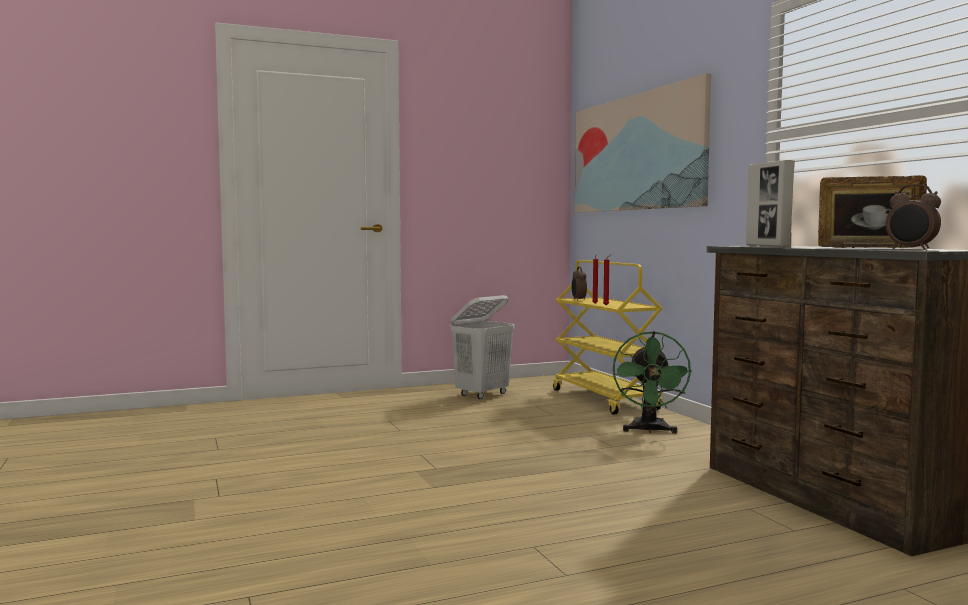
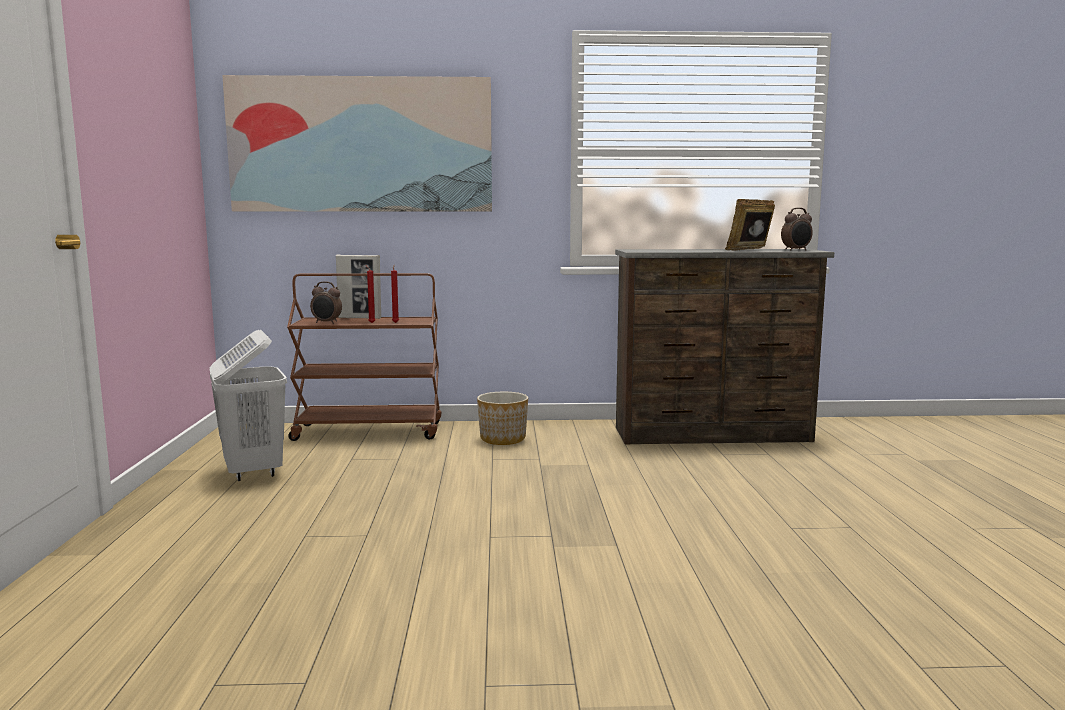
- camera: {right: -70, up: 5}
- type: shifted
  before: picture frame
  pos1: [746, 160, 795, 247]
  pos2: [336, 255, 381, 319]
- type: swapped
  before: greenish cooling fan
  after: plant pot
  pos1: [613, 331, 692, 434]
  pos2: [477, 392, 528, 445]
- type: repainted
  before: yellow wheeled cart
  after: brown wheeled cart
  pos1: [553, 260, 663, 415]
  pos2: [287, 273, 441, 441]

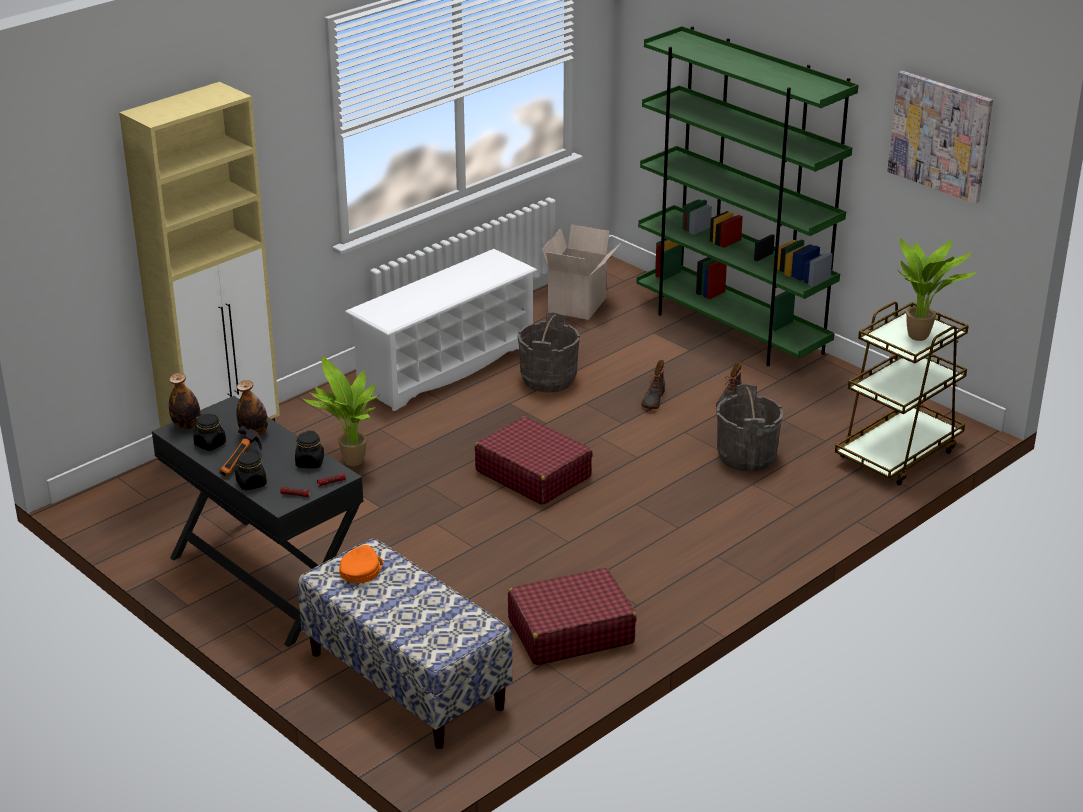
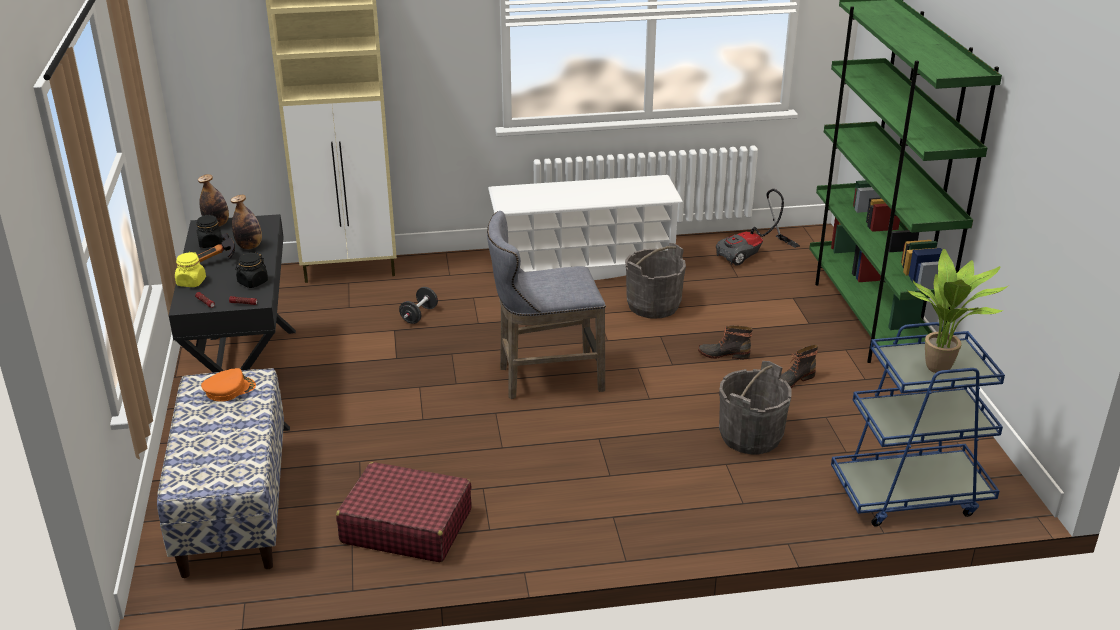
- camera: {right: 35, up: 0}
- type: gone
  before: picture
  pos1: [887, 71, 993, 204]
- type: swapped
  before: houseplant
  after: blackish free weight
  pos1: [303, 357, 380, 466]
  pos2: [399, 287, 438, 324]
- type: swapped
  before: reddish suitcase
  after: greyish sitting stool
  pos1: [475, 416, 593, 505]
  pos2: [487, 211, 606, 399]
- type: swapped
  before: cardboard box
  after: vacuum
  pos1: [542, 224, 621, 320]
  pos2: [716, 188, 800, 266]
- type: repainted
  before: blackish preserve jar
  after: yellow preserve jar
  pos1: [235, 451, 267, 491]
  pos2: [175, 252, 206, 287]
- type: repainted
  before: brown wheeled cart
  after: blue wheeled cart
  pos1: [835, 301, 969, 486]
  pos2: [831, 322, 1005, 526]
- type: rotated
  before: tall boot
  pos1: [641, 360, 665, 409]
  pos2: [698, 326, 753, 359]
  turn: 45

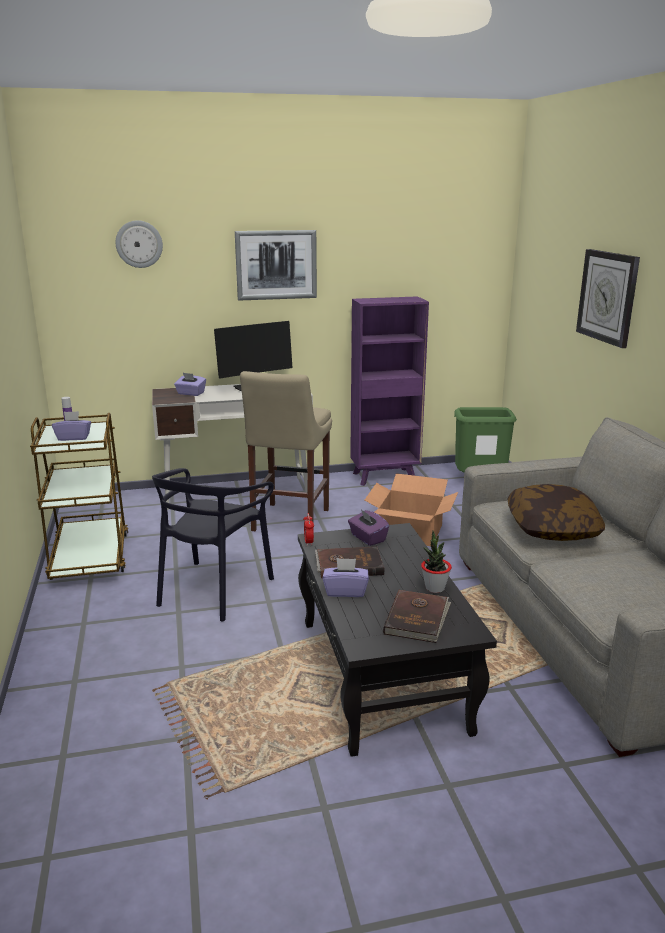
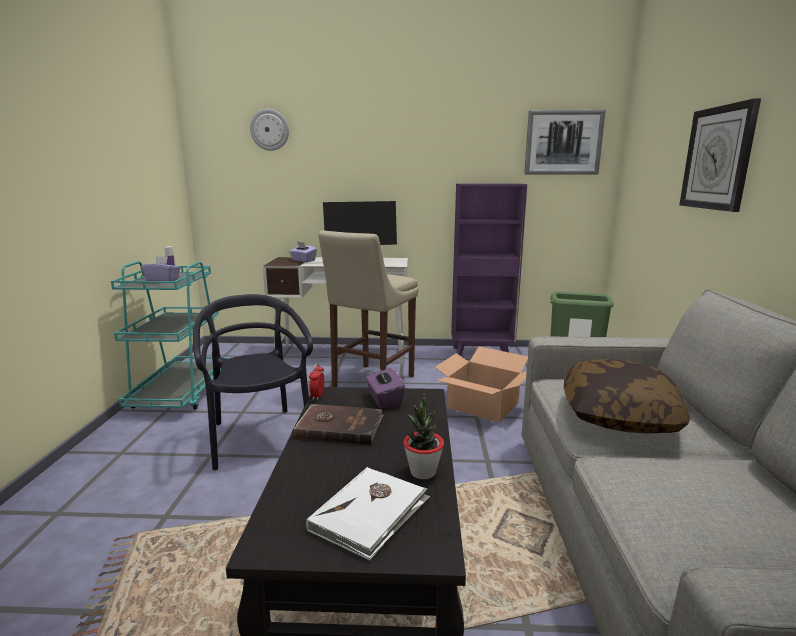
- camera: {right: 15, up: -5}
- type: gone
  before: purple-coloured box of tissues
  pos1: [323, 558, 369, 597]
- type: shifted
  before: picture
  pos1: [235, 230, 317, 301]
  pos2: [524, 110, 606, 175]
- type: repainted
  before: brown wheeled cart
  after: turquoise-coloured wheeled cart
  pos1: [30, 413, 128, 580]
  pos2: [111, 261, 227, 410]
- type: repainted
  before: brown volume
  after: whitish volume
  pos1: [383, 590, 451, 643]
  pos2: [306, 467, 430, 560]
- type: rotated
  before: blackish chair
  pos1: [152, 468, 274, 622]
  pos2: [193, 294, 313, 470]
  turn: 120

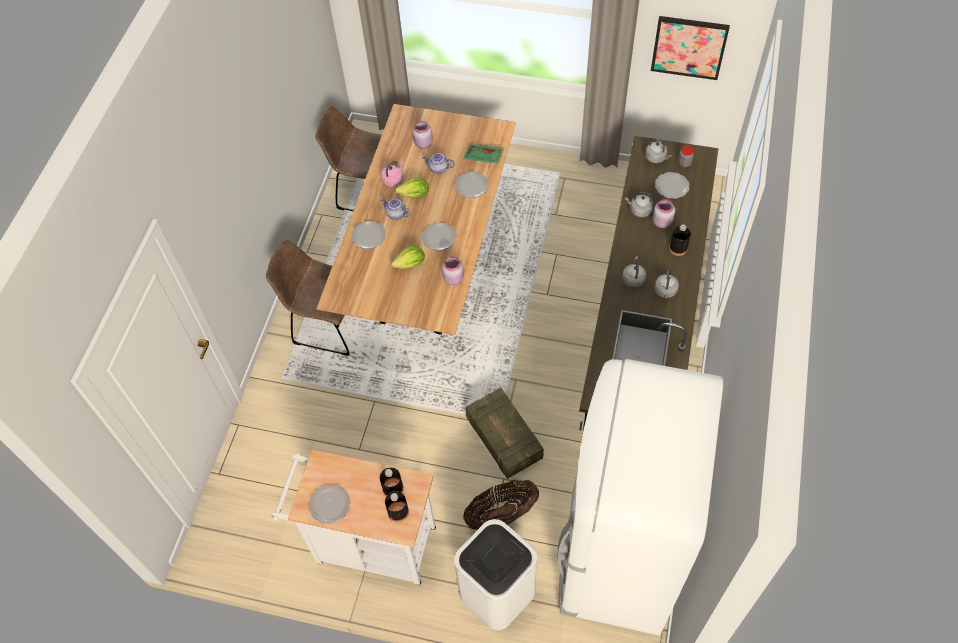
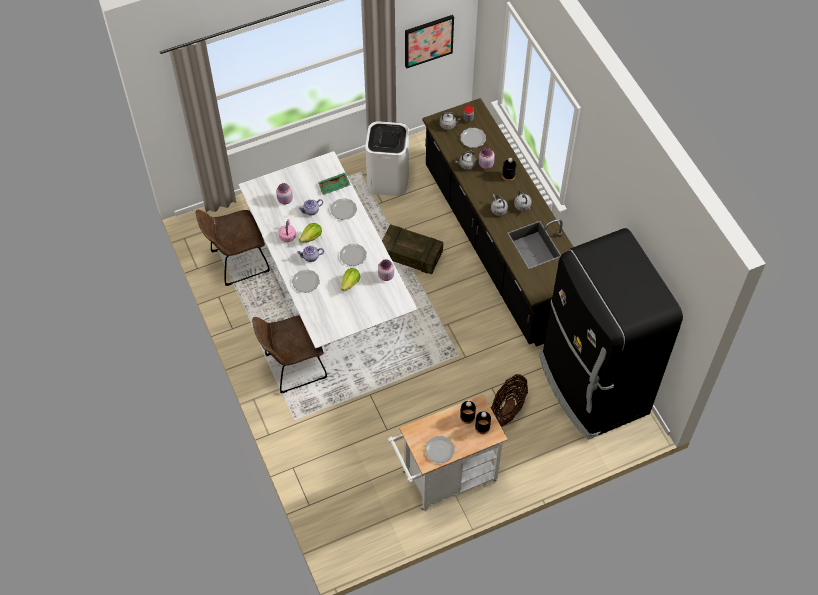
- camera: {right: -40, up: 0}
- type: shifted
  before: whitish waste bin
  pos1: [454, 519, 537, 630]
  pos2: [365, 121, 409, 196]
- type: shifted
  before: crate
  pos1: [465, 388, 544, 479]
  pos2: [382, 224, 443, 274]
- type: repainted
  before: brown dinner table
  after: whitish dinner table
  pos1: [316, 104, 516, 335]
  pos2: [238, 151, 418, 349]
- type: repainted
  before: whitish kitchen fridge
  after: blackish kitchen fridge
  pos1: [557, 359, 723, 635]
  pos2: [539, 228, 683, 440]

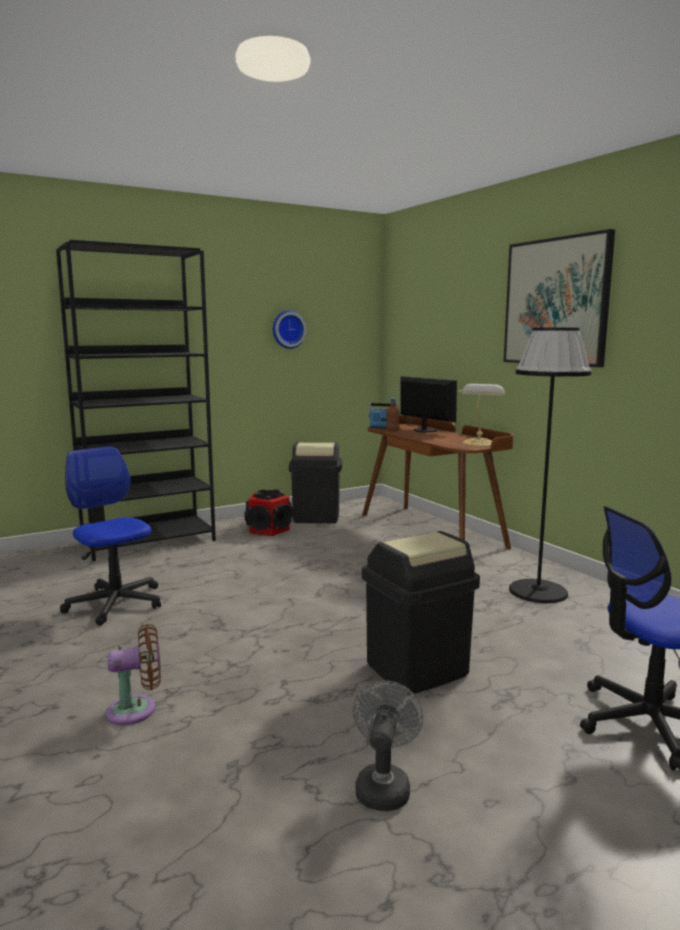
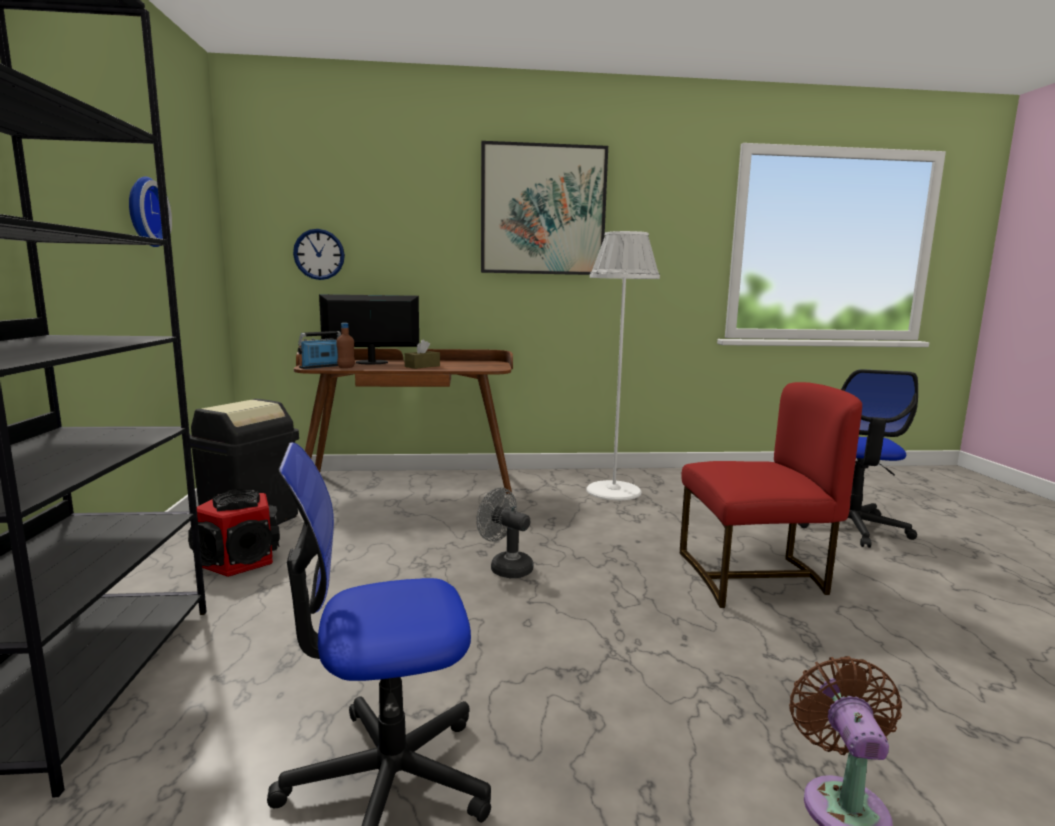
- camera: {right: -65, up: 0}
- type: gone
  before: lamp for a table
  pos1: [458, 384, 506, 446]
- type: new
  after: hanging clock
  pos2: [293, 229, 345, 280]
- type: new
  after: brown box of tissues
  pos2: [404, 340, 440, 369]
- type: shifted
  before: greyish cooling fan
  pos1: [353, 680, 423, 811]
  pos2: [476, 488, 533, 578]
- type: swapped
  before: blackish waste bin
  after: reddish chair
  pos1: [362, 531, 480, 695]
  pos2: [680, 382, 862, 608]
- type: repainted
  before: blackish standard lamp
  after: whitish standard lamp
  pos1: [509, 328, 592, 603]
  pos2: [586, 231, 660, 500]

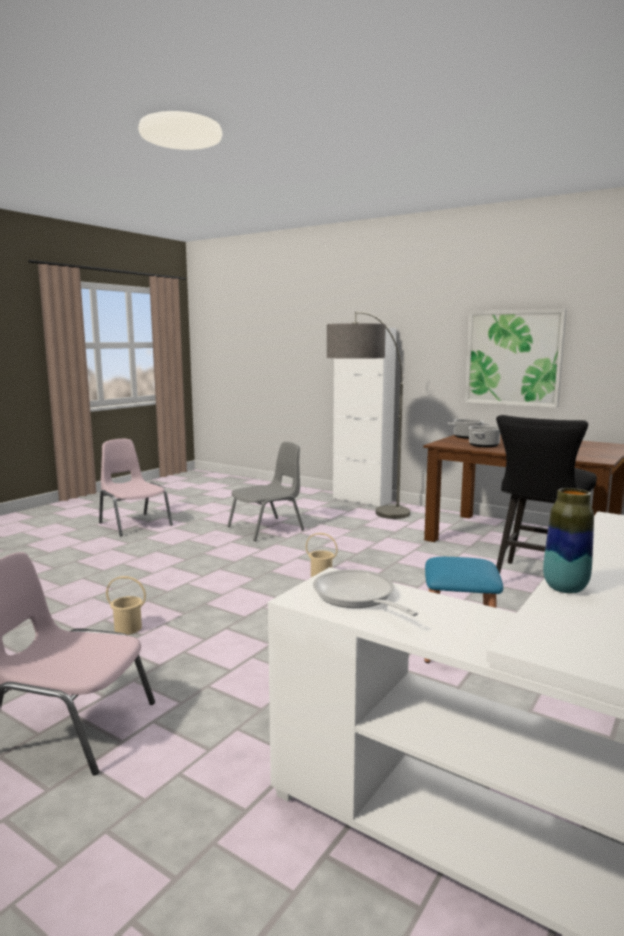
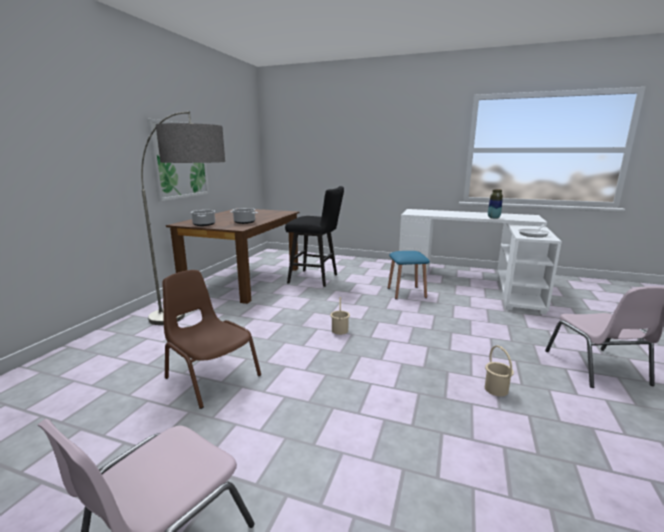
- camera: {right: -105, up: 5}
- type: gone
  before: whitish storage cabinet
  pos1: [333, 328, 397, 507]
- type: repainted
  before: greyish chair
  after: brown chair
  pos1: [227, 442, 304, 541]
  pos2: [162, 270, 261, 409]

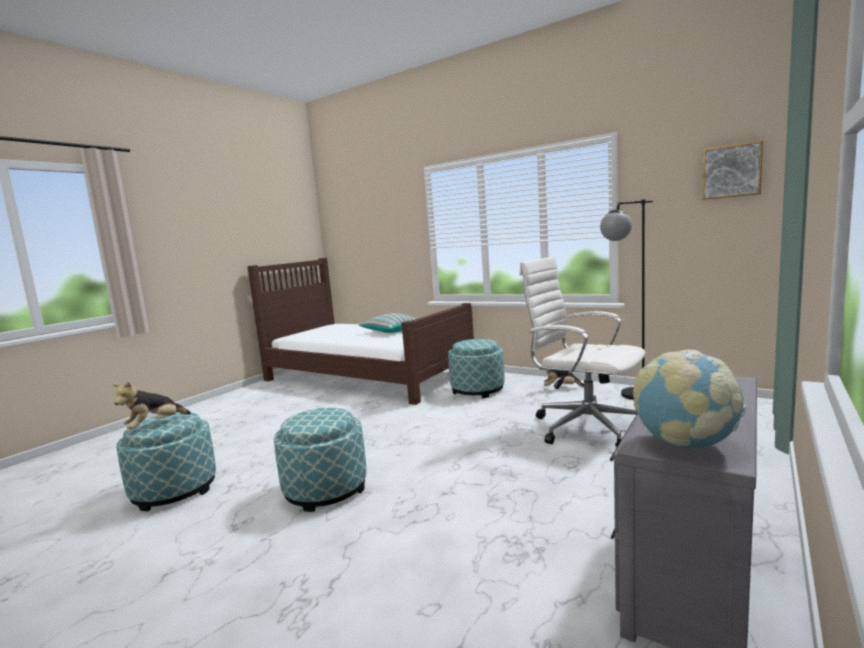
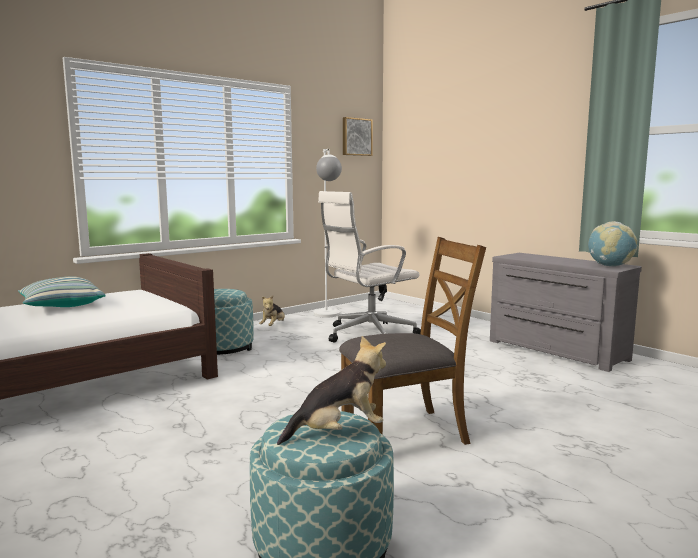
- camera: {right: -75, up: 0}
- type: swapped
  before: ottoman
  after: brown chair
  pos1: [274, 408, 367, 512]
  pos2: [339, 237, 486, 445]
- type: repainted
  before: blackish standard lamp
  after: whitish standard lamp
  pos1: [600, 199, 653, 400]
  pos2: [314, 148, 342, 318]
- type: rotated
  before: soft toy
  pos1: [112, 382, 191, 429]
  pos2: [277, 336, 386, 445]
  turn: -75

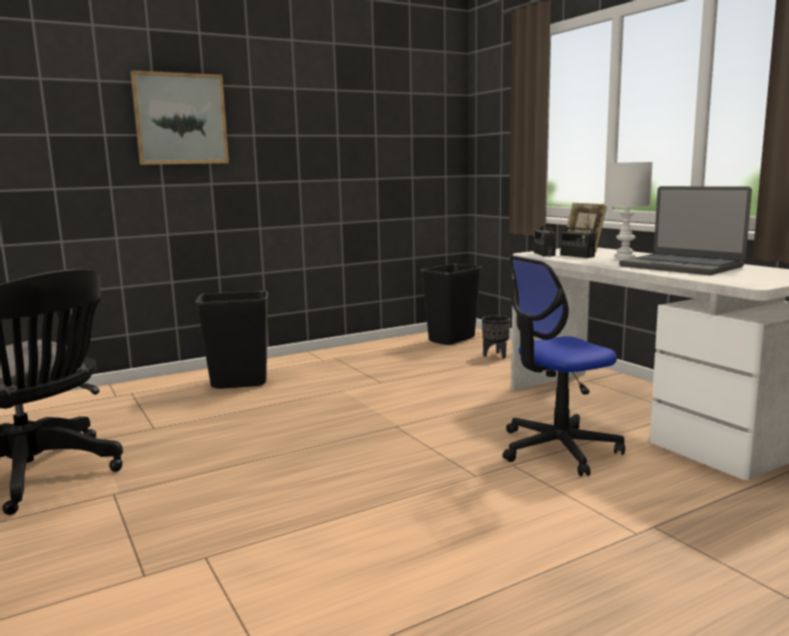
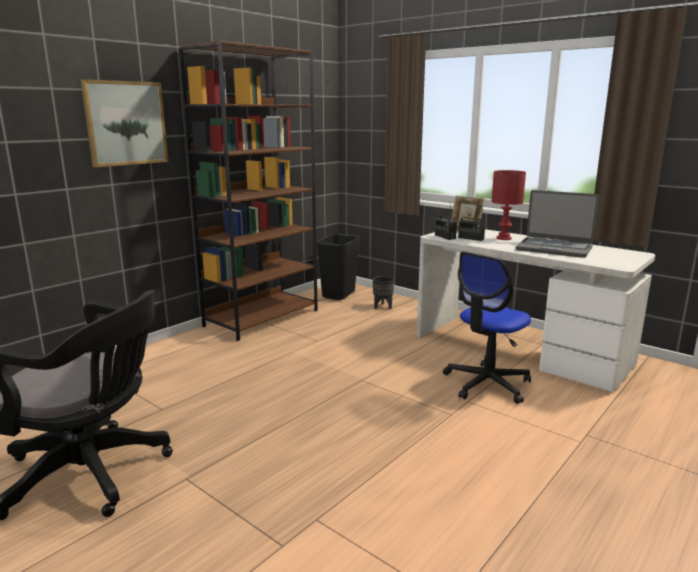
- camera: {right: -20, up: 5}
- type: gone
  before: blackish waste bin
  pos1: [196, 291, 268, 389]
- type: new
  after: brown bookcase
  pos2: [179, 41, 318, 341]
- type: repainted
  before: whitish lamp for a table
  after: reddish lamp for a table
  pos1: [605, 162, 653, 258]
  pos2: [491, 170, 526, 240]

